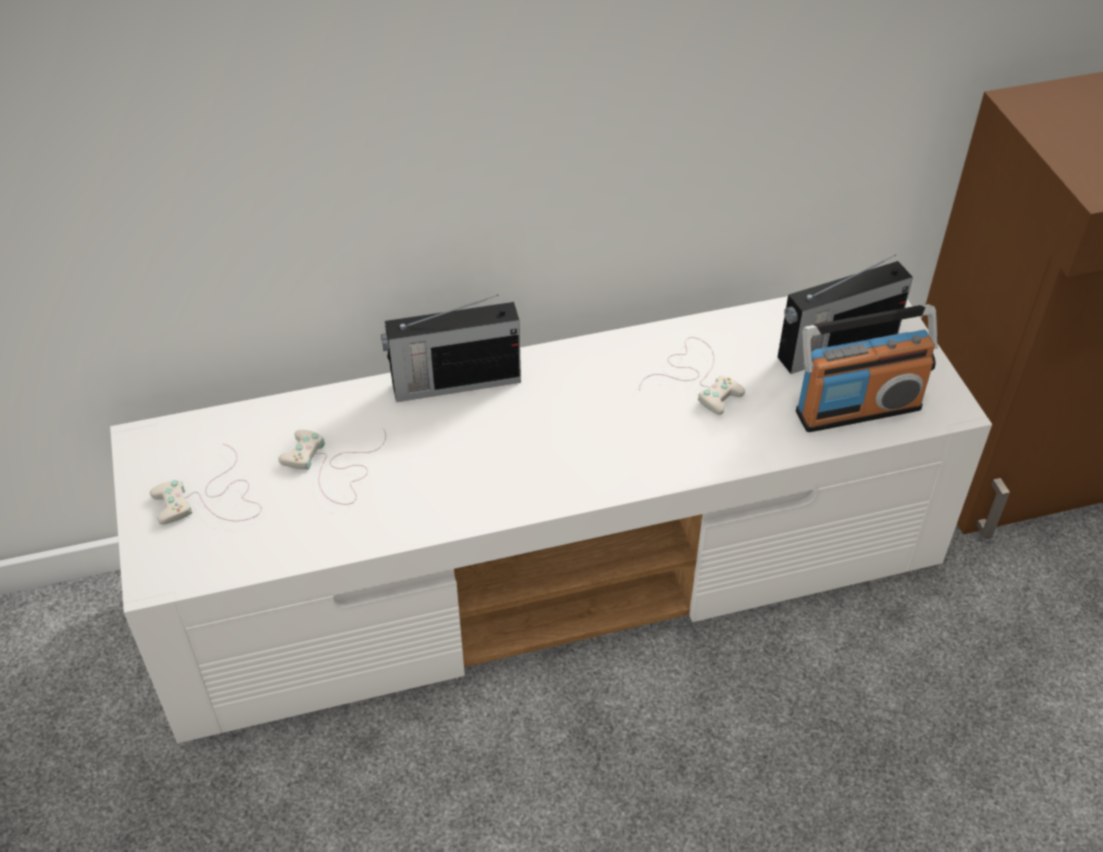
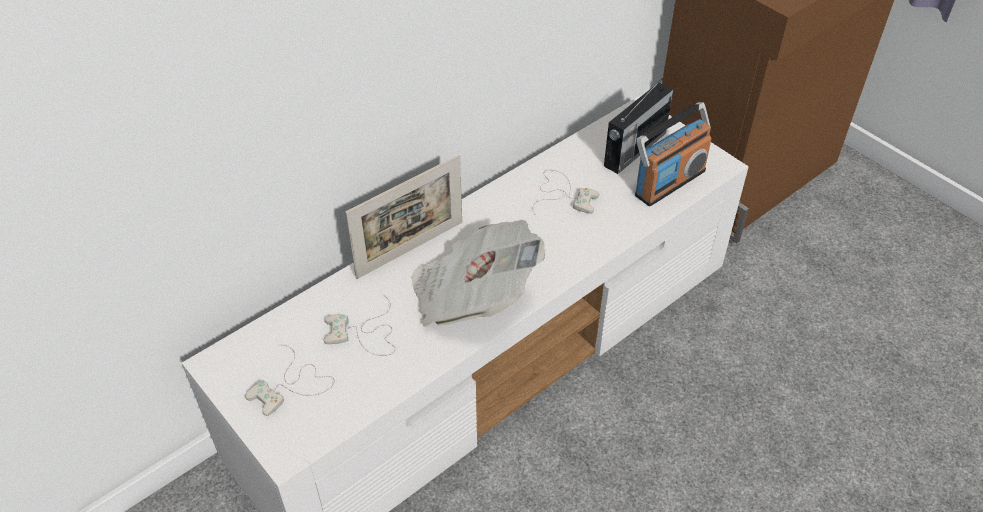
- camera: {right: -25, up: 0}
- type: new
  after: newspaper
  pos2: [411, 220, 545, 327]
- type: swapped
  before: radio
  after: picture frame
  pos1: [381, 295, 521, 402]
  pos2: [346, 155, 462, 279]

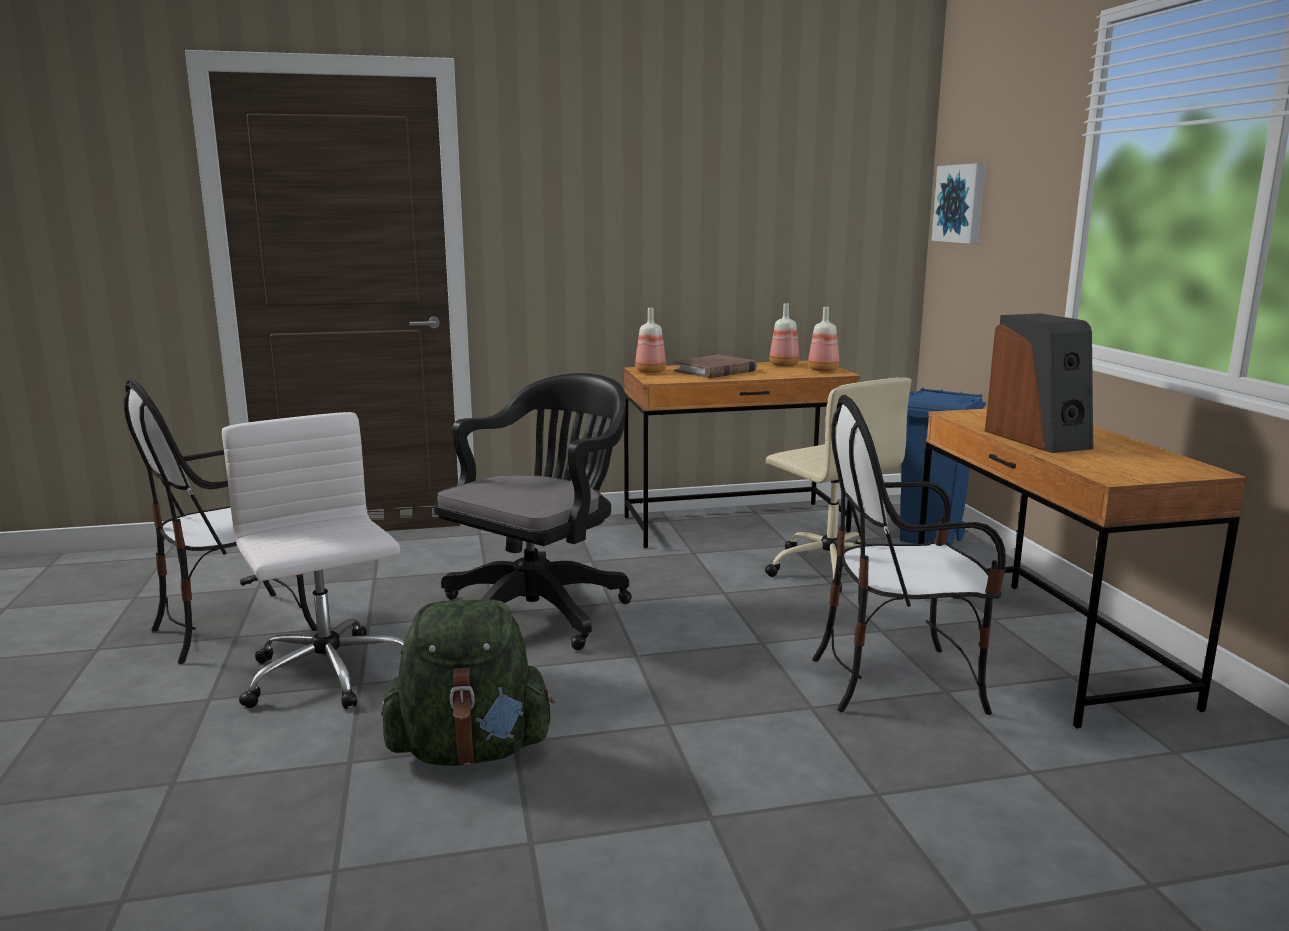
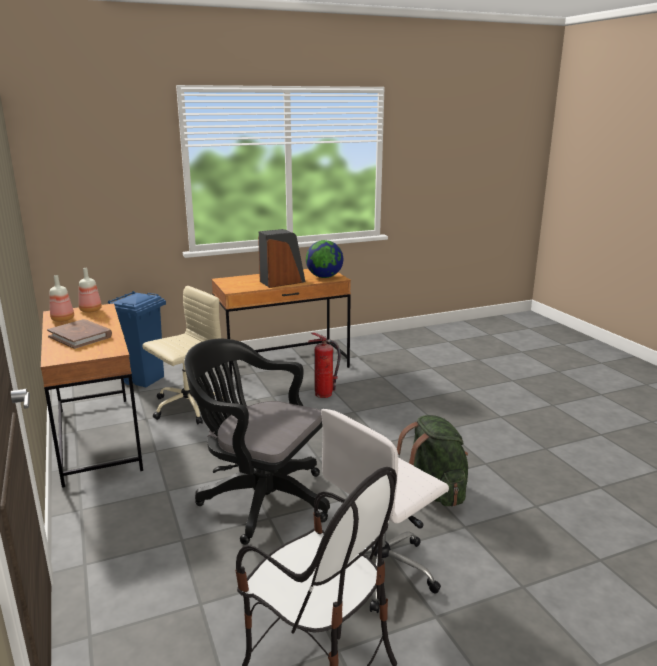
- camera: {right: -100, up: 5}
- type: gone
  before: bottle
  pos1: [635, 308, 666, 373]
- type: gone
  before: picture
  pos1: [932, 163, 986, 244]
- type: new
  after: world globe
  pos2: [306, 240, 343, 278]
- type: swapped
  before: chair
  after: extinguisher
  pos1: [812, 395, 1006, 715]
  pos2: [308, 333, 341, 398]

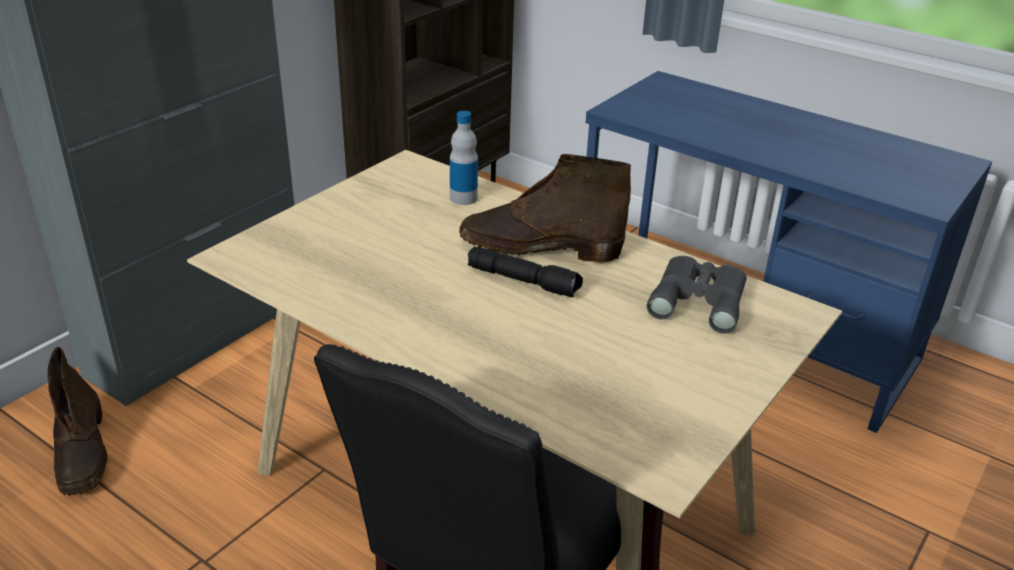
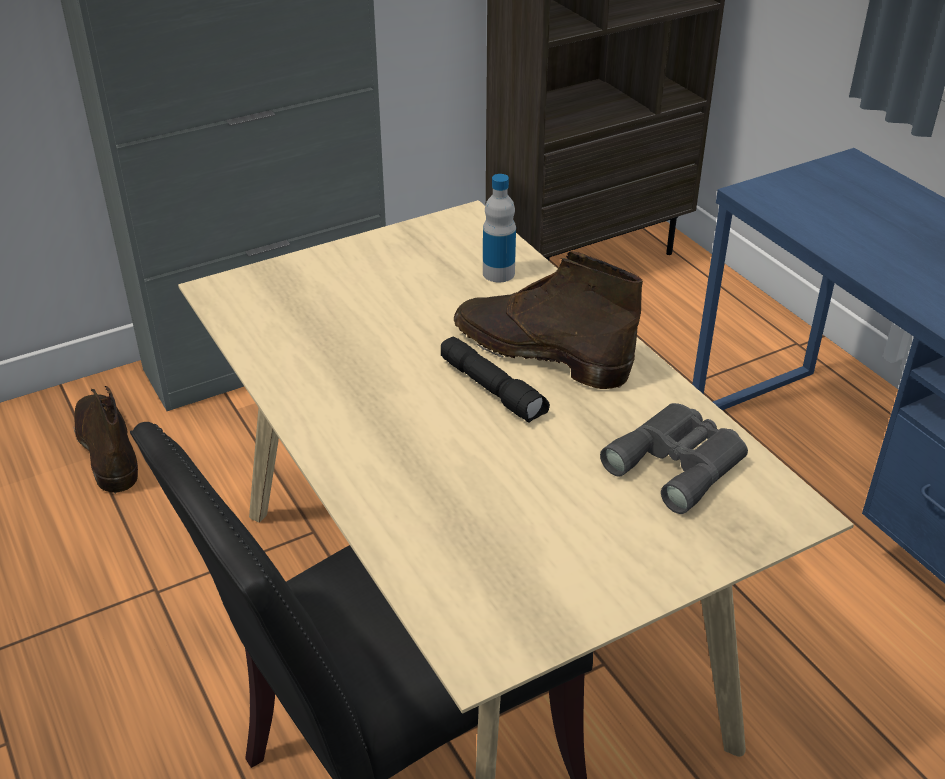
- camera: {right: 25, up: 5}
- type: rotated
  before: brown tall boot
  pos1: [47, 347, 108, 496]
  pos2: [73, 386, 138, 494]
  turn: 150

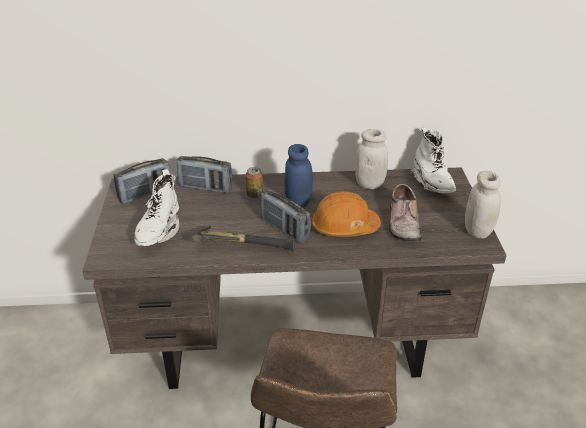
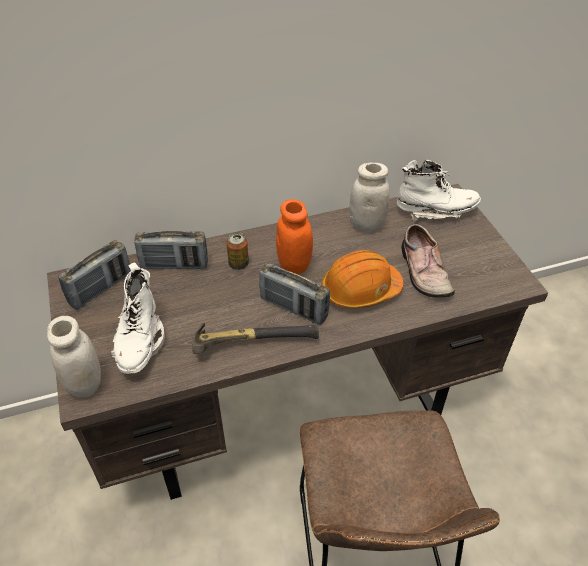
- camera: {right: -15, up: 10}
- type: shifted
  before: whitish preserve jar
  pos1: [465, 171, 501, 238]
  pos2: [47, 316, 101, 398]
- type: repainted
  before: blue preserve jar
  after: orange preserve jar
  pos1: [284, 144, 313, 208]
  pos2: [276, 199, 313, 274]
- type: rotated
  before: whitish tall boot
  pos1: [410, 127, 456, 193]
  pos2: [397, 160, 481, 222]
  turn: -60

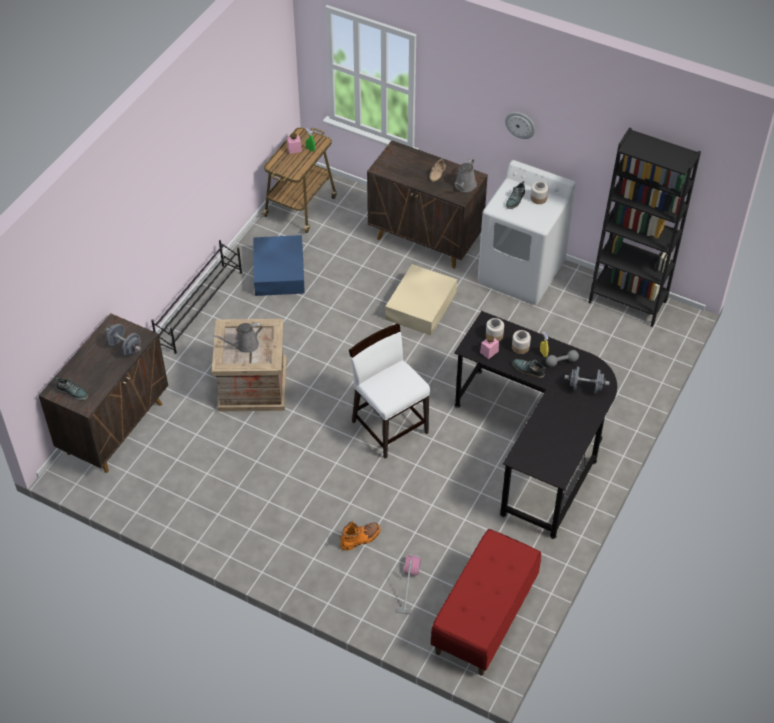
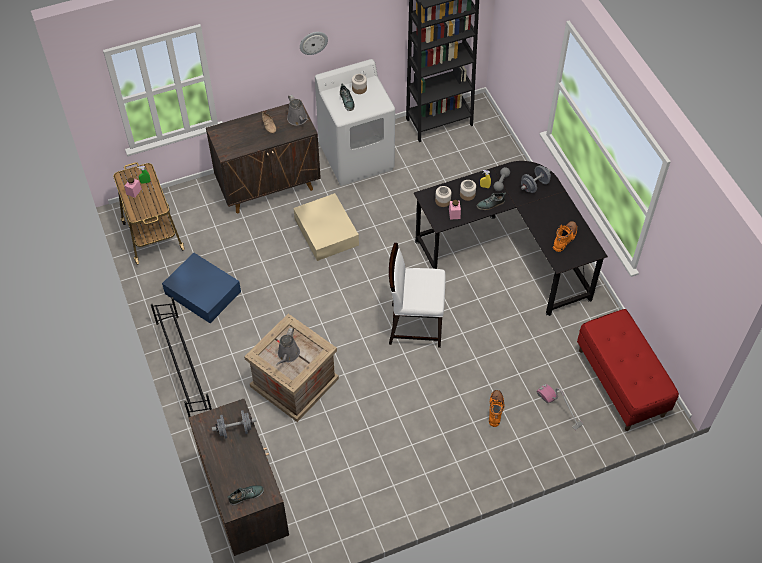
- camera: {right: -50, up: 5}
- type: new
  after: orange tall boot
  pos2: [553, 221, 577, 252]

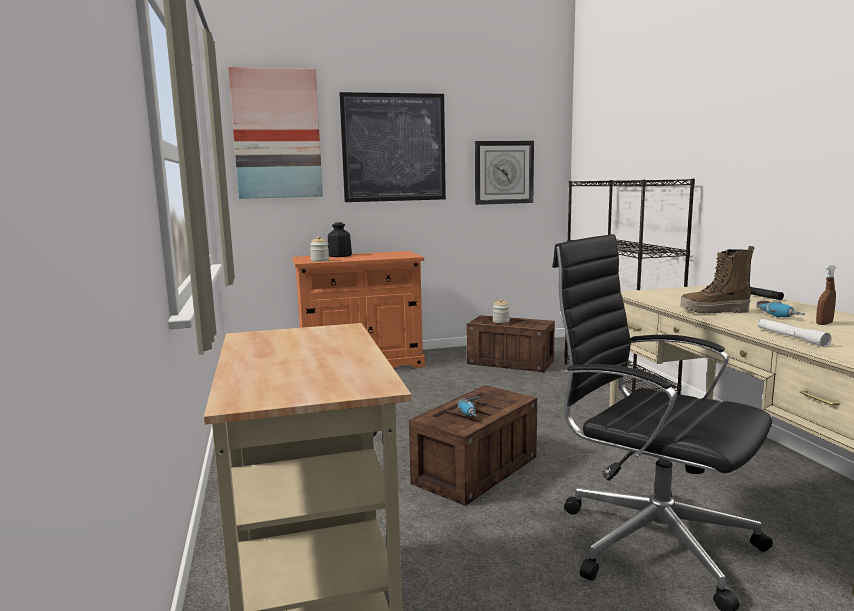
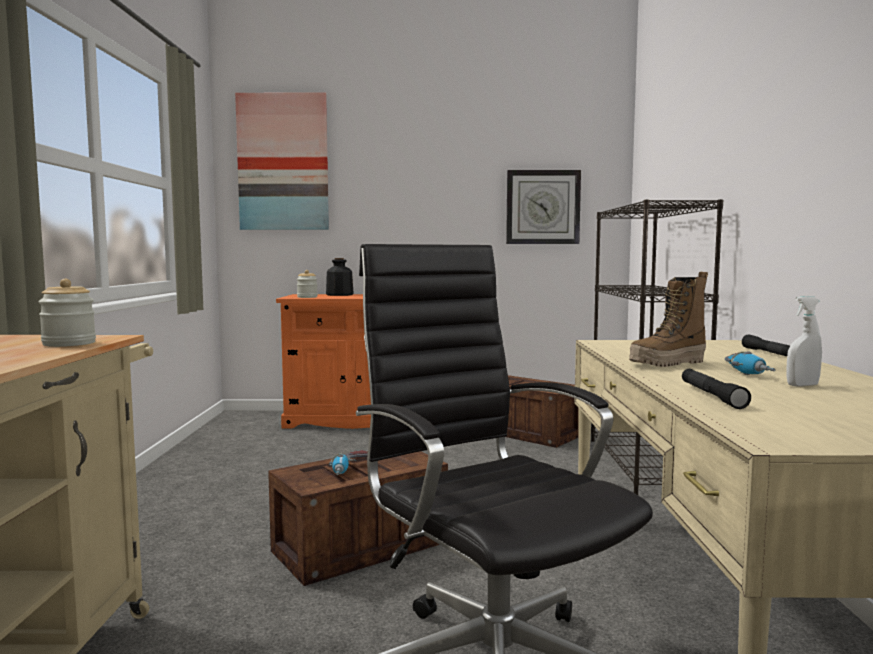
- camera: {right: 15, up: -5}
- type: gone
  before: picture
  pos1: [339, 92, 446, 202]
- type: shifted
  before: preserve jar
  pos1: [493, 299, 510, 323]
  pos2: [38, 279, 96, 347]
- type: repainted
  before: whitish torch
  after: blackish torch
  pos1: [758, 319, 832, 347]
  pos2: [682, 369, 751, 409]
- type: repainted
  before: brown spray bottle
  after: whitish spray bottle
  pos1: [816, 265, 836, 325]
  pos2: [786, 296, 822, 387]
- type: rotated
  before: tall boot
  pos1: [680, 246, 754, 313]
  pos2: [629, 272, 708, 367]
  turn: -45

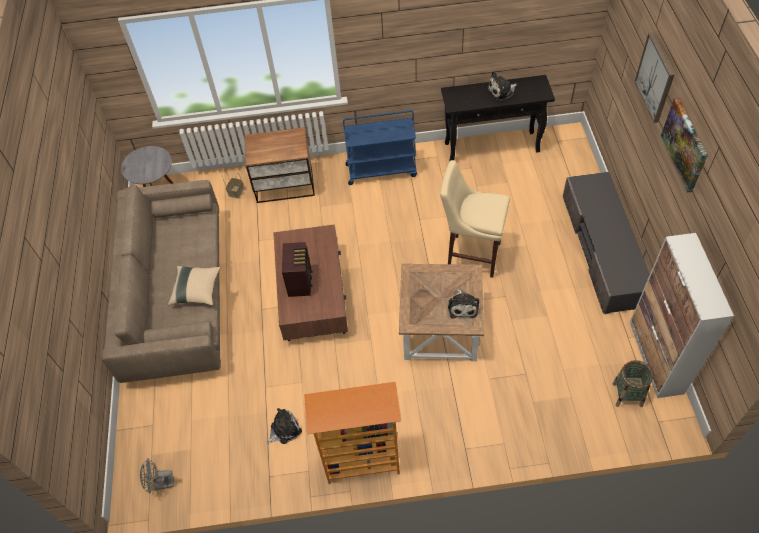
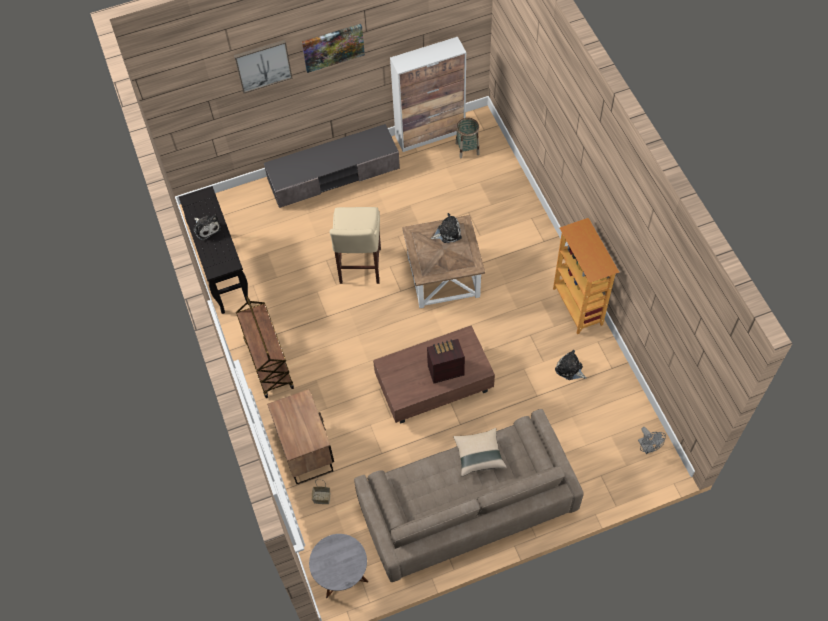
- camera: {right: -105, up: 5}
- type: repainted
  before: blue wheeled cart
  after: brown wheeled cart
  pos1: [343, 110, 417, 185]
  pos2: [236, 296, 294, 398]

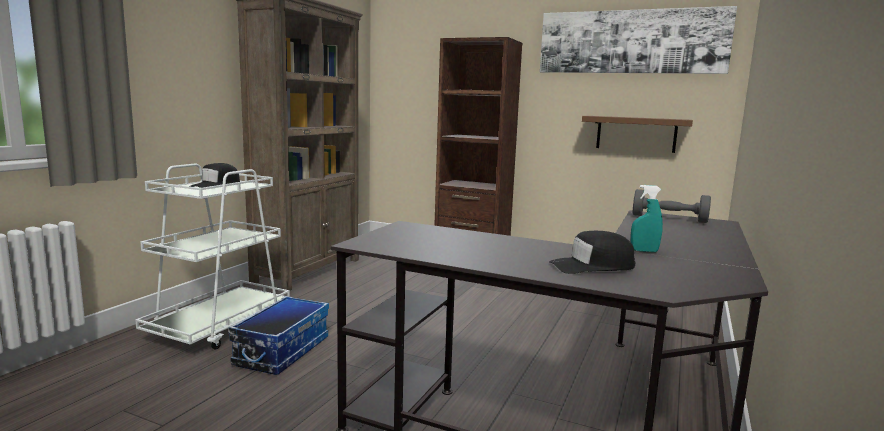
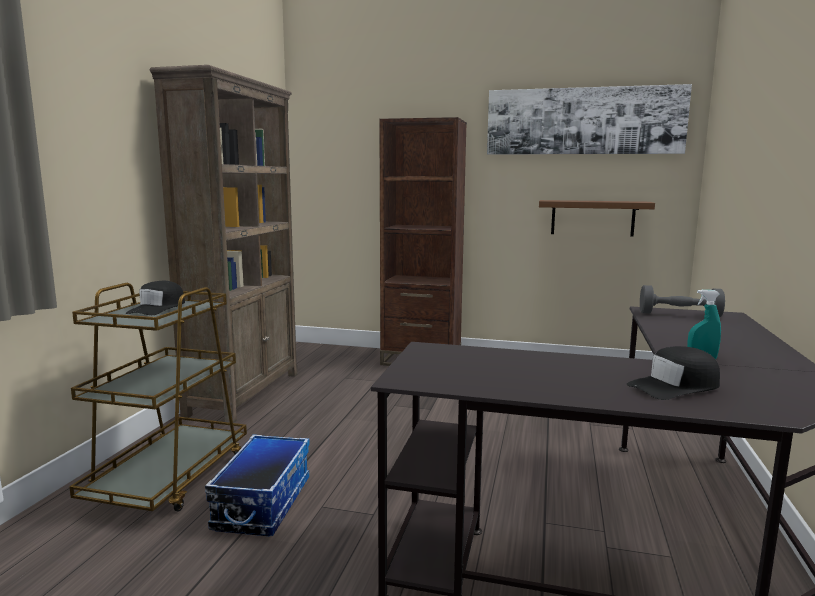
- camera: {right: -10, up: 0}
- type: repainted
  before: whitish wheeled cart
  after: brown wheeled cart
  pos1: [135, 163, 290, 350]
  pos2: [69, 283, 247, 512]

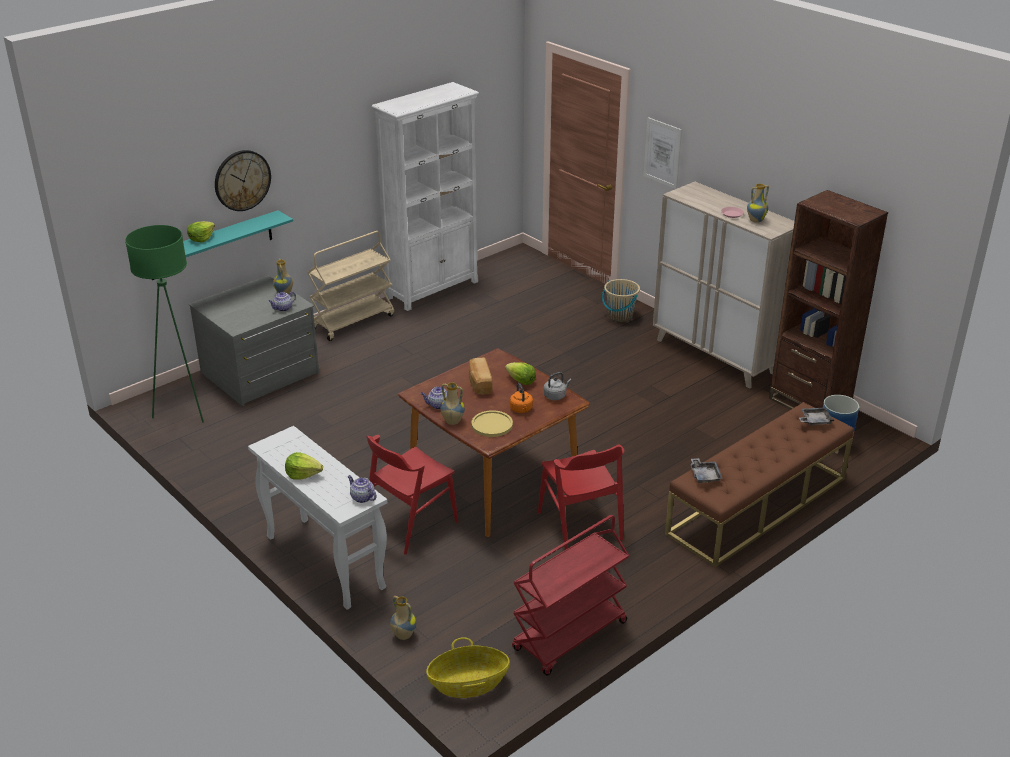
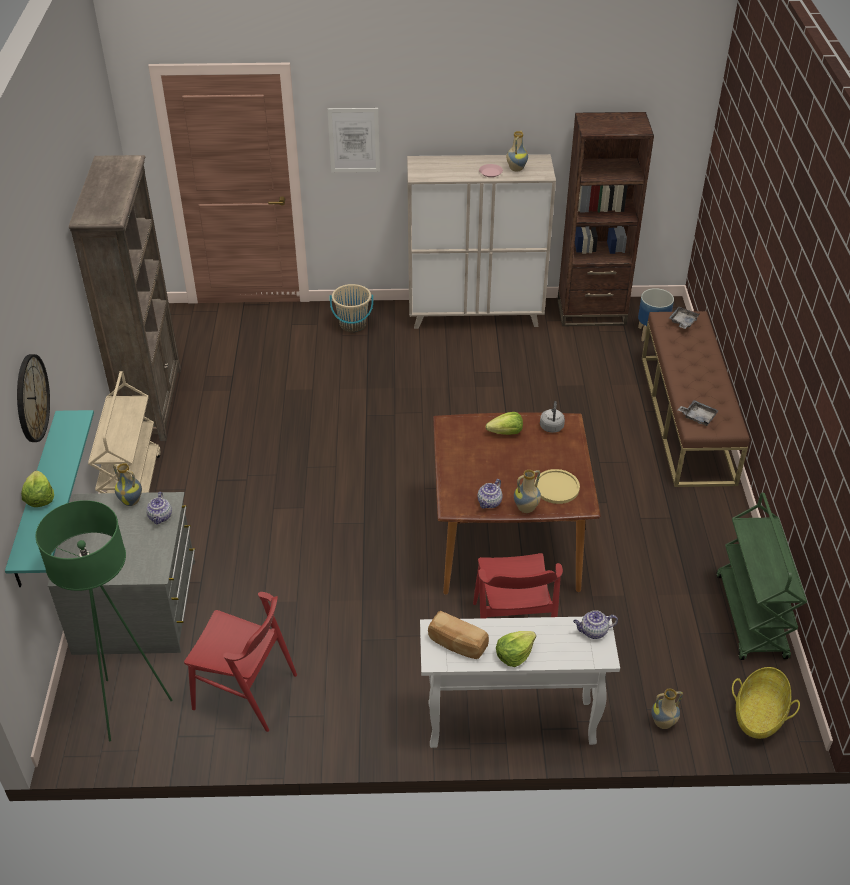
- camera: {right: -50, up: 10}
- type: gone
  before: orange water kettle
  pos1: [510, 383, 533, 413]
- type: shifted
  before: bread
  pos1: [469, 357, 493, 395]
  pos2: [428, 611, 489, 659]
- type: shifted
  before: reddish chair
  pos1: [538, 444, 624, 550]
  pos2: [184, 592, 297, 732]
- type: repainted
  before: whitish bookcase
  after: brown bookcase
  pos1: [372, 82, 479, 311]
  pos2: [69, 155, 181, 441]
- type: repainted
  before: reddish wheeled cart
  after: greenish wheeled cart
  pos1: [512, 515, 629, 676]
  pos2: [717, 493, 807, 660]

